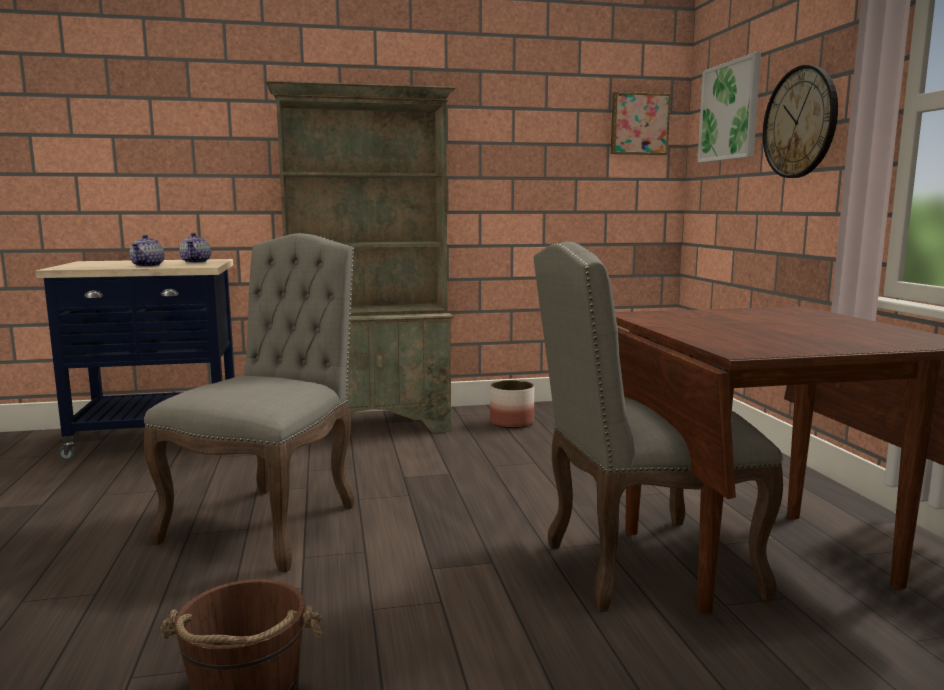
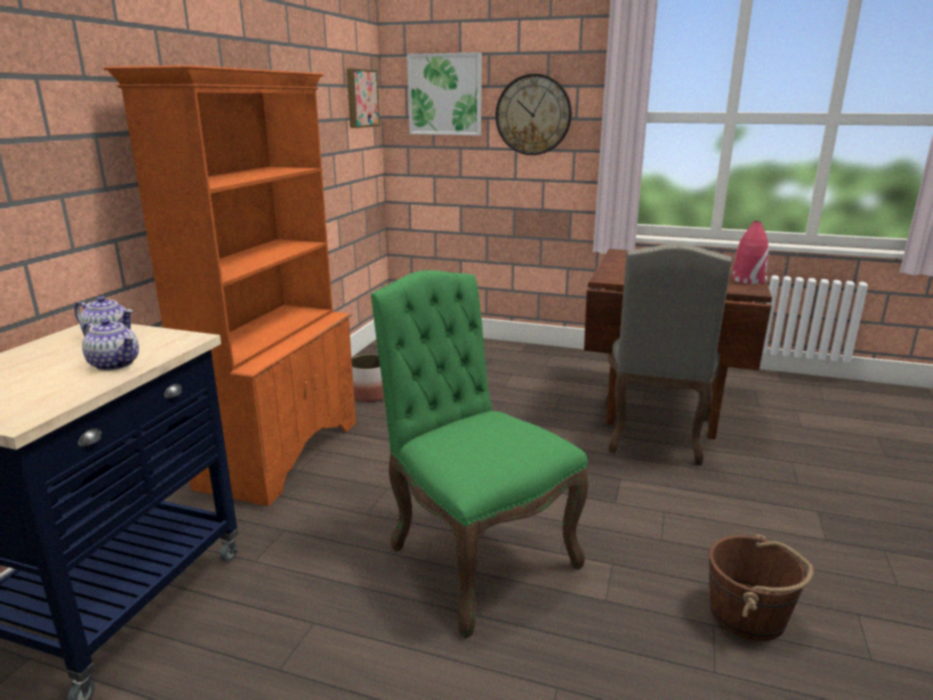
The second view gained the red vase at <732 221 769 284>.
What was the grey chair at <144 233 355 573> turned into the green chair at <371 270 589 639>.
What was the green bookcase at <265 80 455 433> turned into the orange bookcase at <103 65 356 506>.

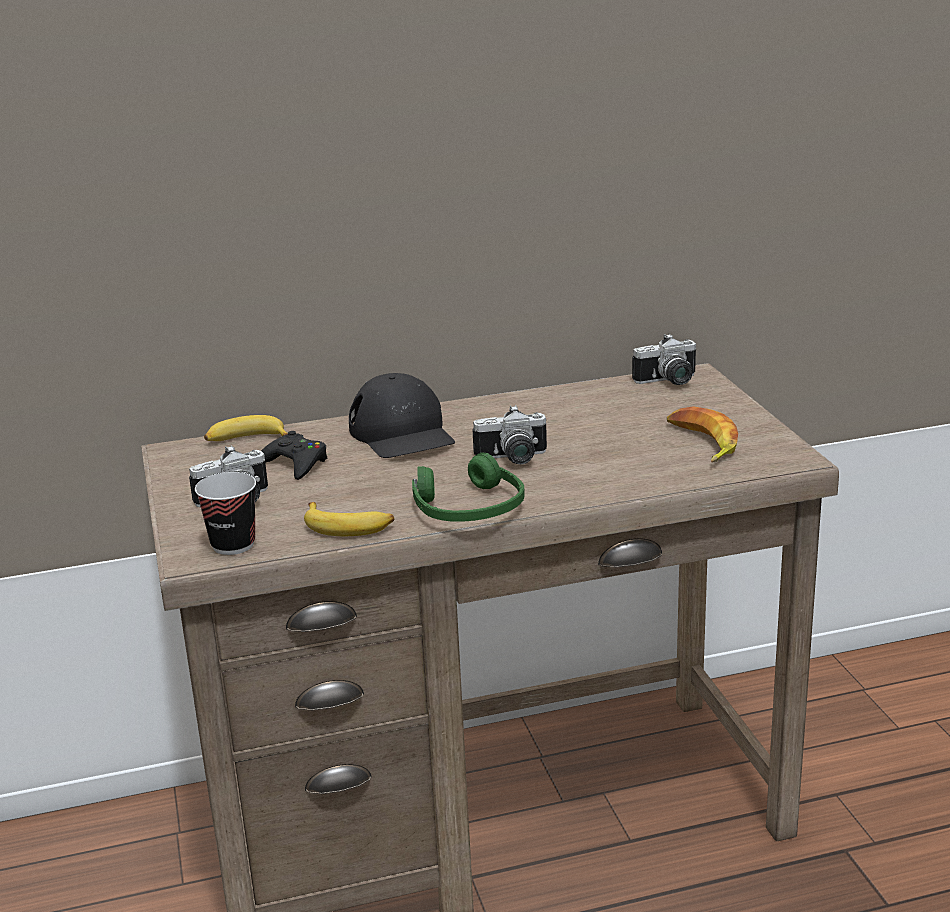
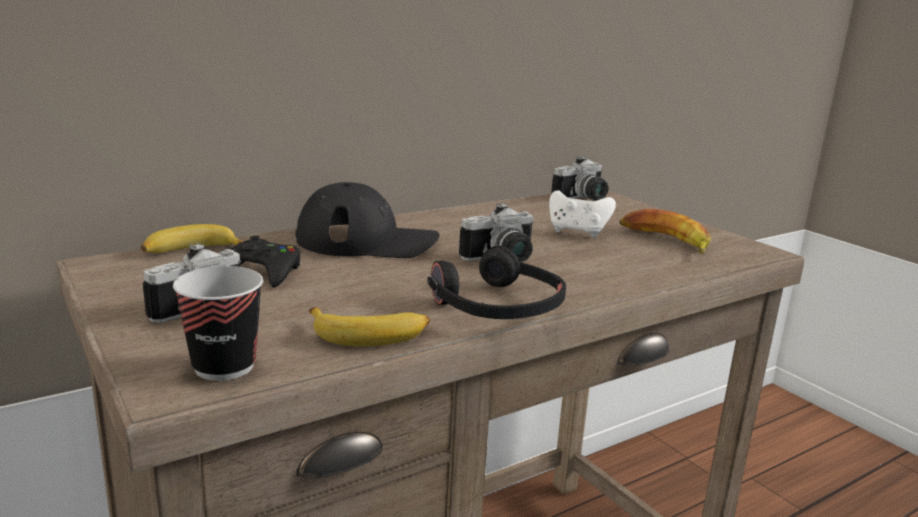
The second view gained the white game controller at <549 190 616 238>.
What was the green headphones at <412 452 525 522> turned into the black headphones at <427 246 566 319>.
The black cap at <349 373 455 458> ended up facing another way, 45 degrees counterclockwise from before.

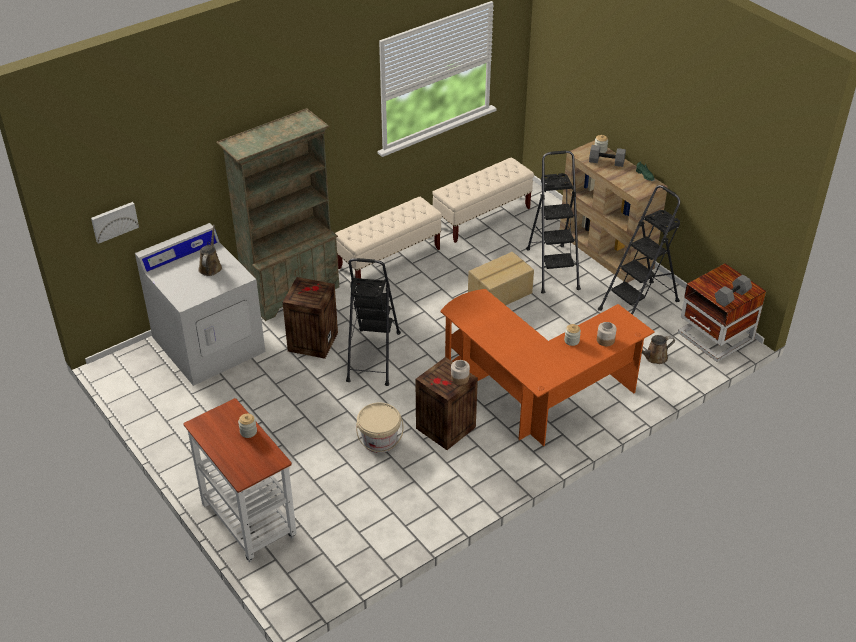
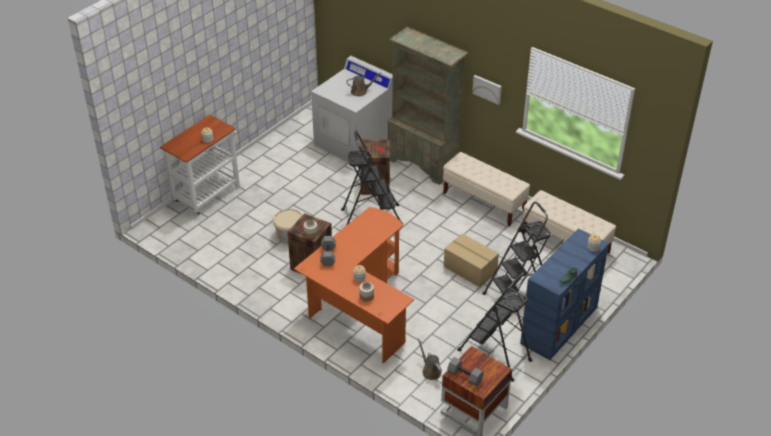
The picture ended up elsewhere, having gone from <91 202 139 244> to <472 75 502 105>.
The grey dumbbell ended up elsewhere, having gone from <589 145 626 167> to <320 236 336 266>.
What was the brown bookcase at <560 140 668 283> turned into the blue bookcase at <520 228 609 360>.

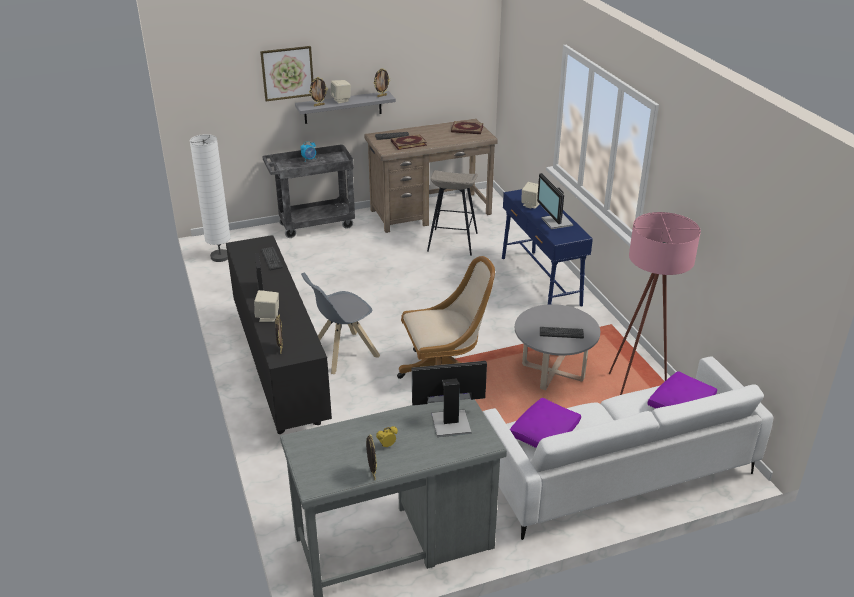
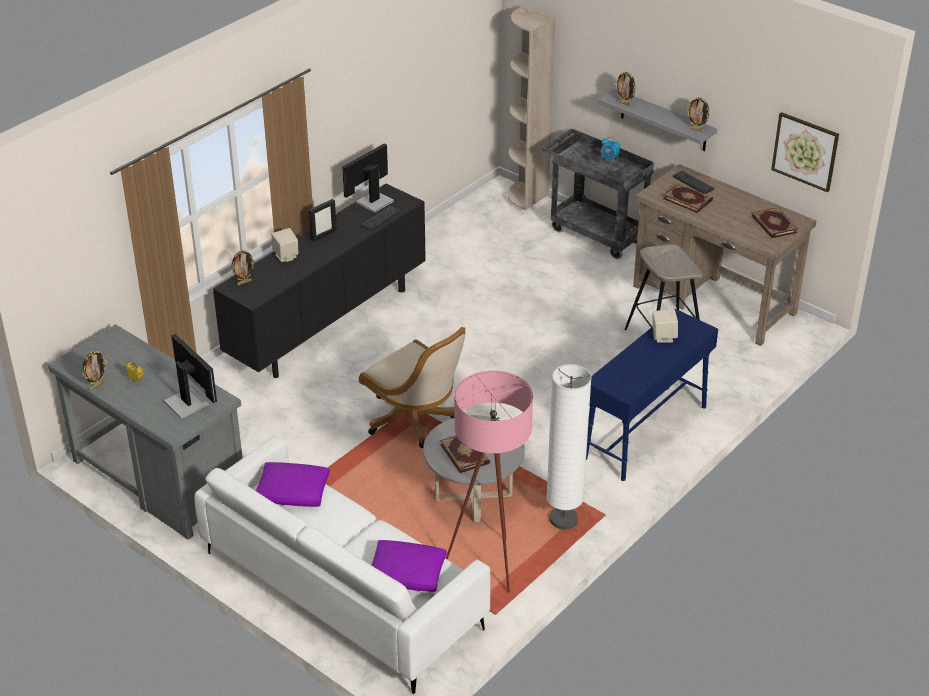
The second view lost the grey chair at <301 273 380 374>.
The second view lost the beige speaker at <331 80 351 104>.
The second view gained the beige bookcase at <508 5 556 211>.
The white floor lamp ended up elsewhere, having gone from <190 134 231 262> to <546 364 592 529>.
The picture ended up elsewhere, having gone from <260 46 313 101> to <771 112 839 192>.
The monitor ended up elsewhere, having gone from <537 173 573 229> to <342 143 394 213>.
Where the keyboard stood at <540 327 584 338>, the book came to stand at <440 436 490 473>.

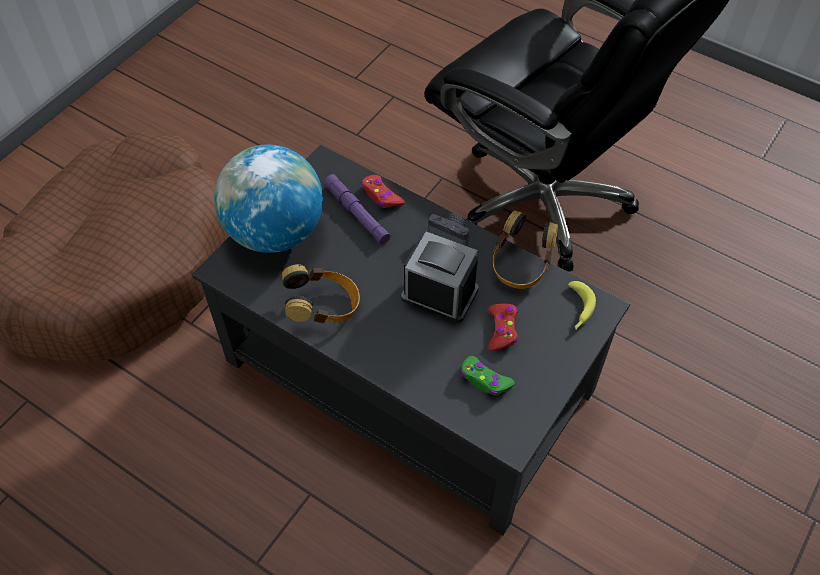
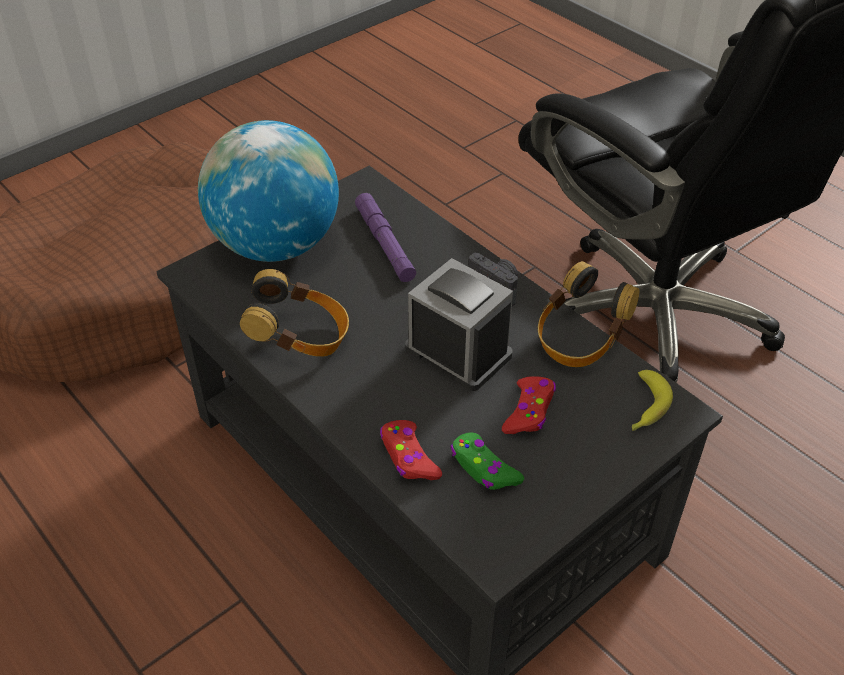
The red game controller ended up elsewhere, having gone from <361 175 405 208> to <380 420 442 480>.

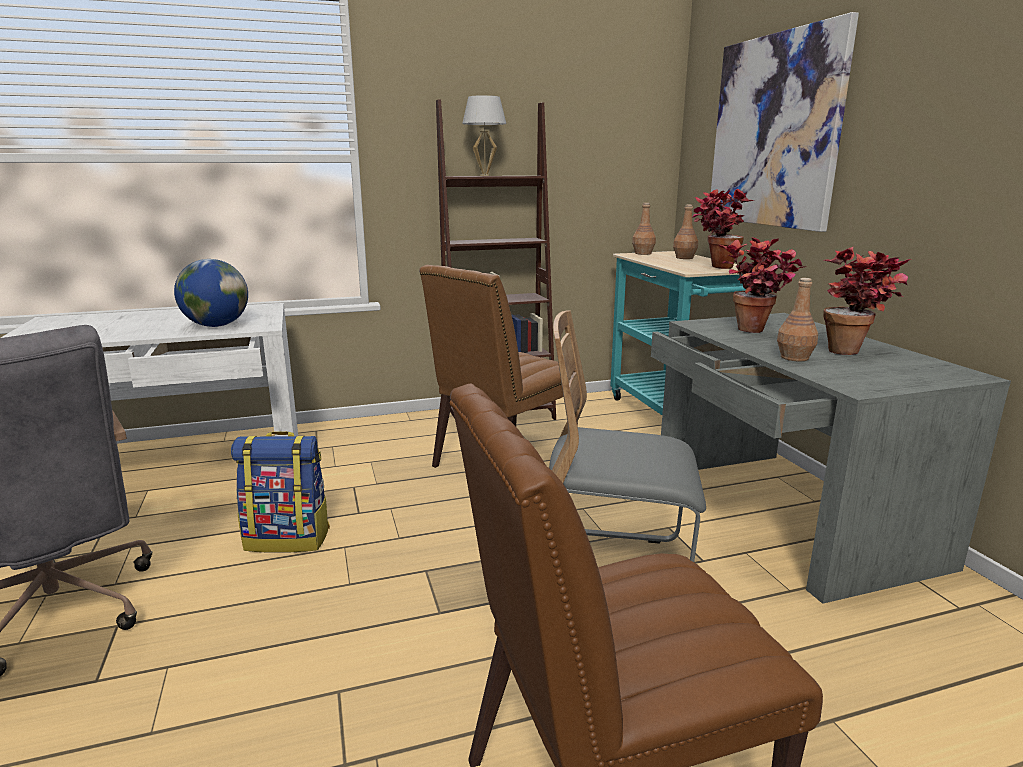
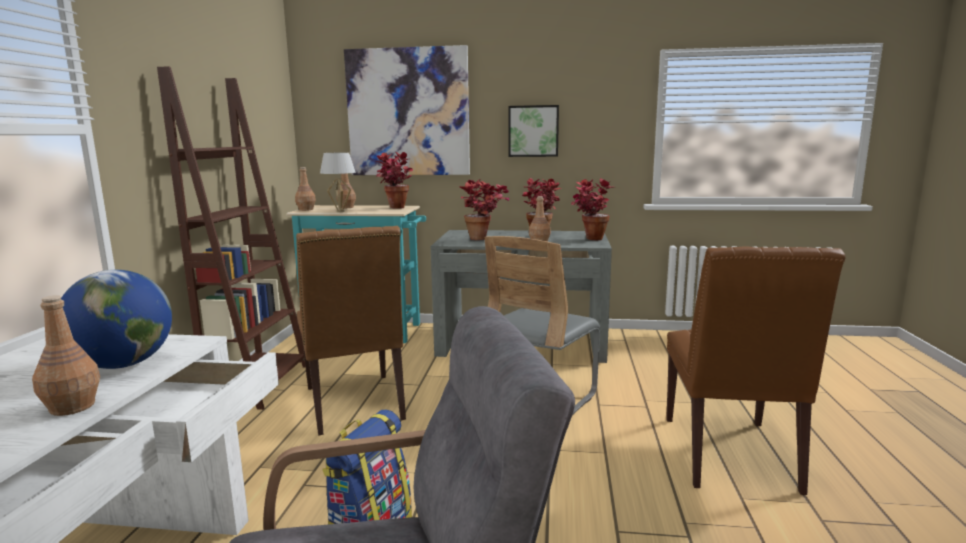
The second view gained the brown bottle at <32 295 100 416>.
The second view gained the picture at <508 105 559 157>.
The second view gained the potted plant at <571 178 614 240>.
The white table lamp ended up elsewhere, having gone from <462 95 506 176> to <320 152 356 212>.

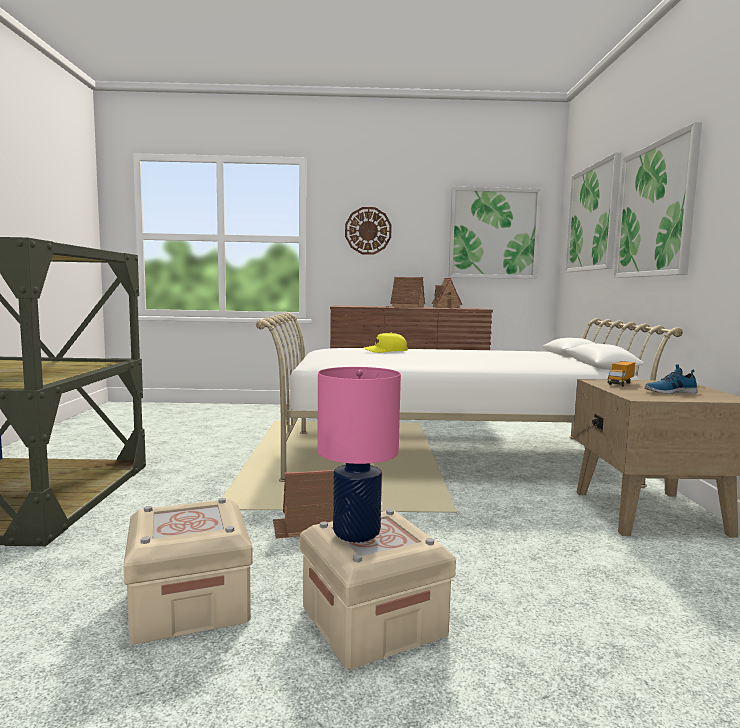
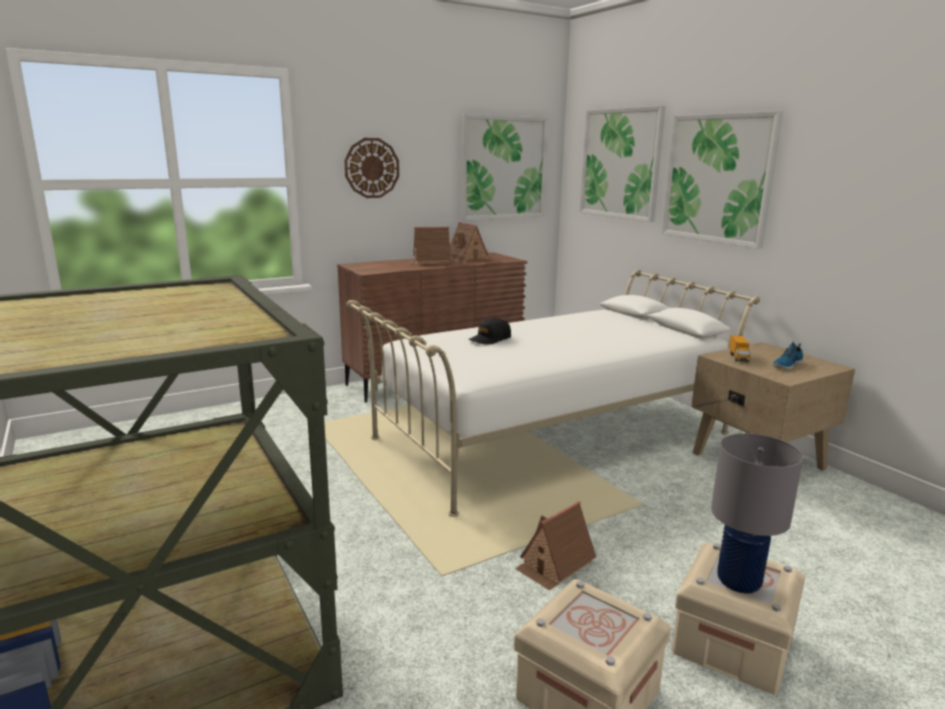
What was the pink table lamp at <317 367 401 543> turned into the grey table lamp at <711 433 803 593>.
What was the yellow cap at <364 332 408 353> turned into the black cap at <468 318 511 345>.

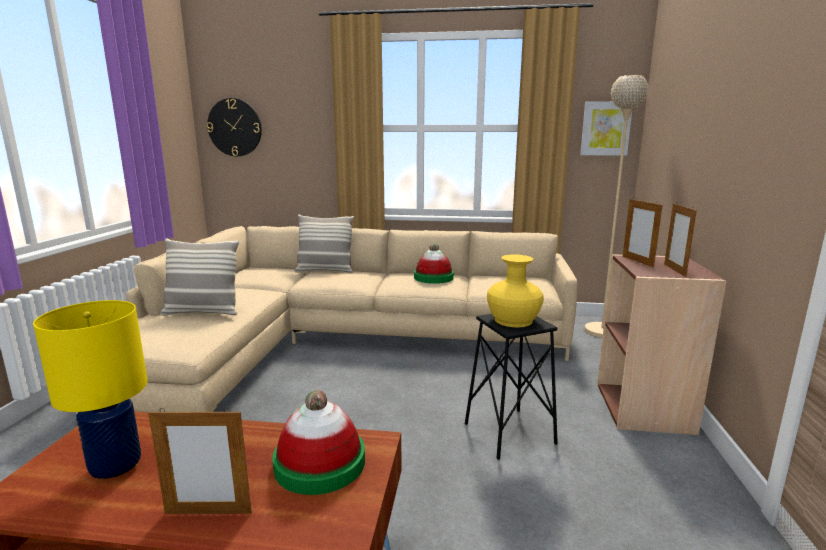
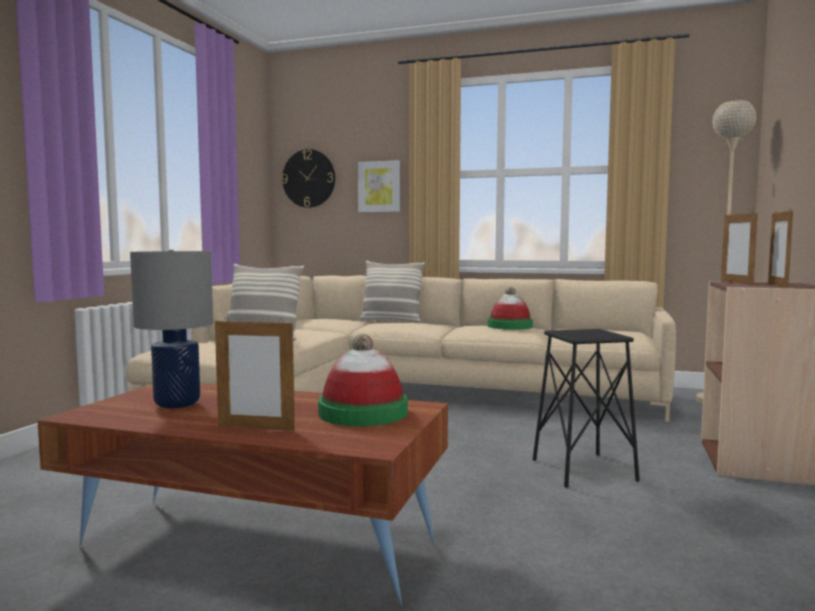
The second view lost the yellow vase at <487 254 544 327>.
The picture ended up elsewhere, having gone from <580 101 632 156> to <358 160 400 212>.
What was the yellow table lamp at <33 300 148 479> turned into the grey table lamp at <130 249 213 408>.

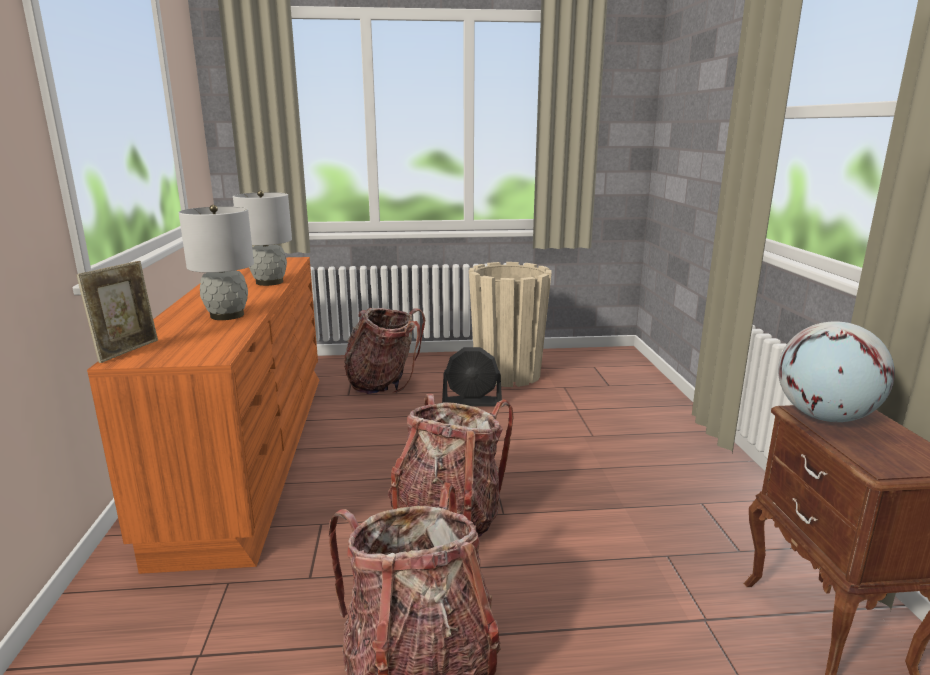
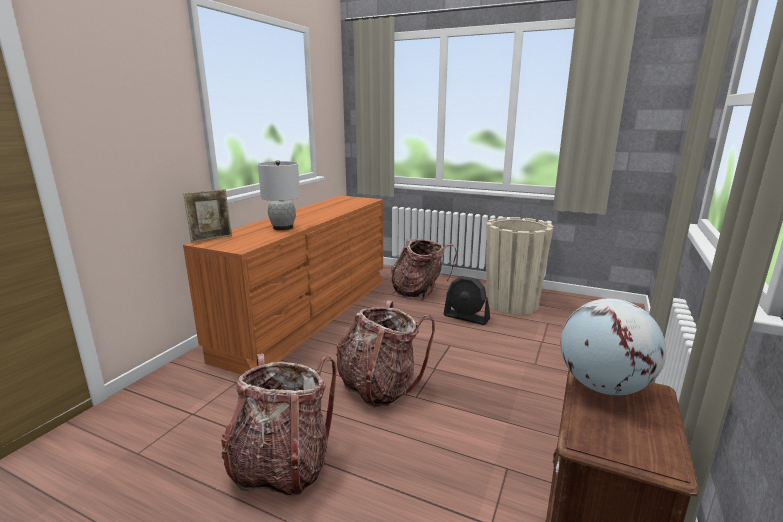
The second view lost the white table lamp at <233 190 292 286>.

